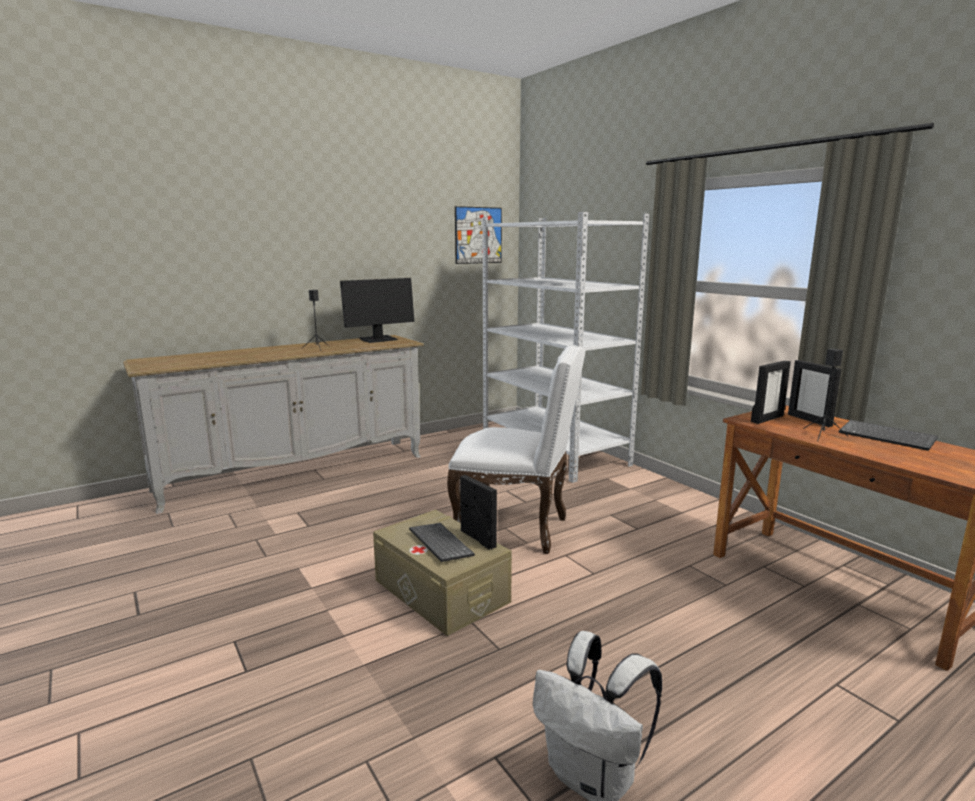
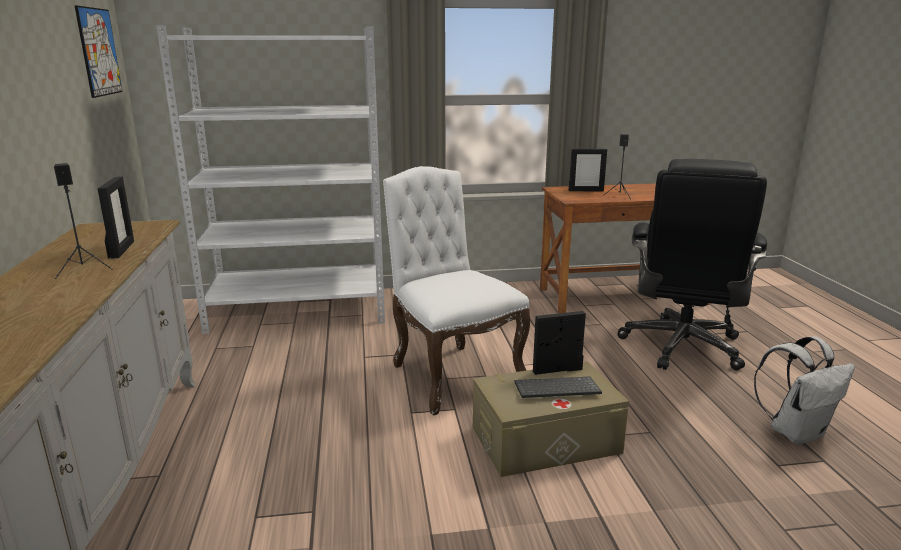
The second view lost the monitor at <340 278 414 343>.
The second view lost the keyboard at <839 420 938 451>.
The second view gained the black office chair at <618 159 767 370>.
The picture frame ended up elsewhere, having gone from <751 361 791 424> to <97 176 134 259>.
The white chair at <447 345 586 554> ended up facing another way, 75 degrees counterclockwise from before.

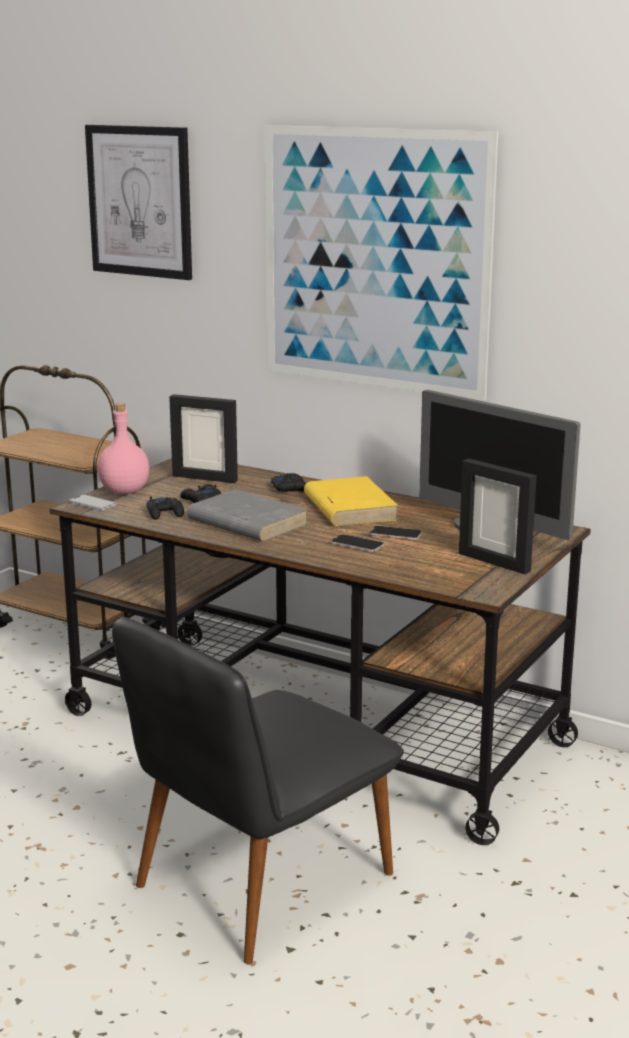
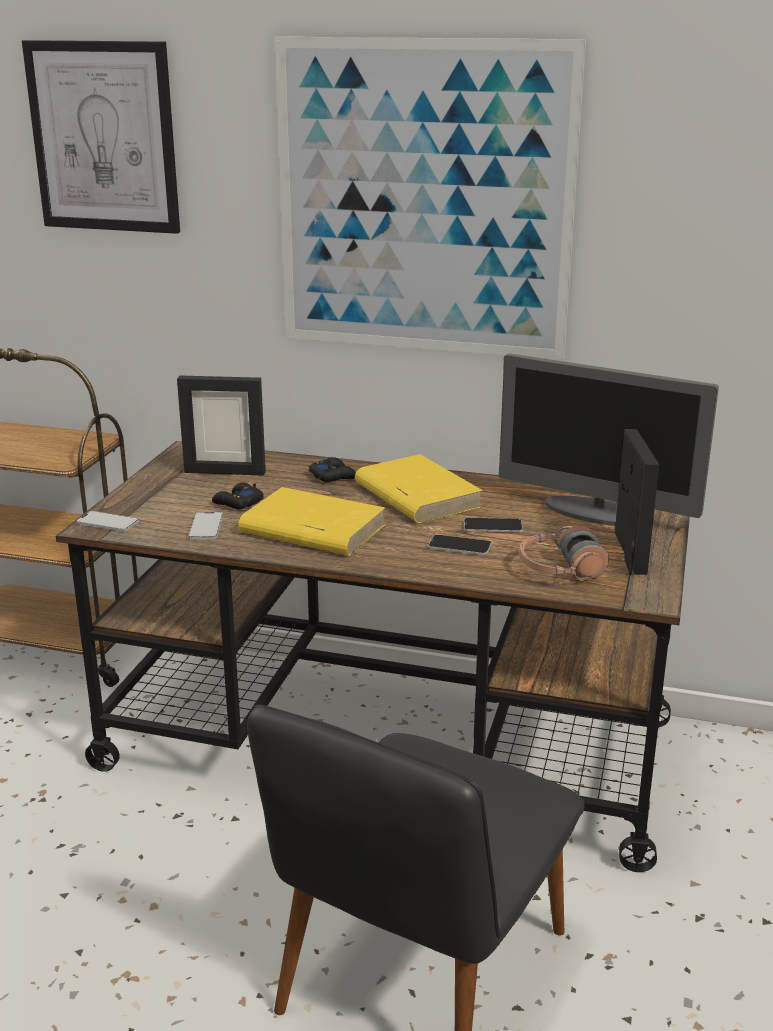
The second view lost the pink bottle at <98 403 149 494>.
The second view gained the headphones at <519 526 609 581>.
Where the black game controller stood at <146 496 184 520>, the phone came to stand at <188 512 223 539>.
What was the grey book at <187 489 308 542> turned into the yellow book at <238 487 386 556>.
The picture frame at <459 459 537 574> ended up facing another way, 120 degrees counterclockwise from before.

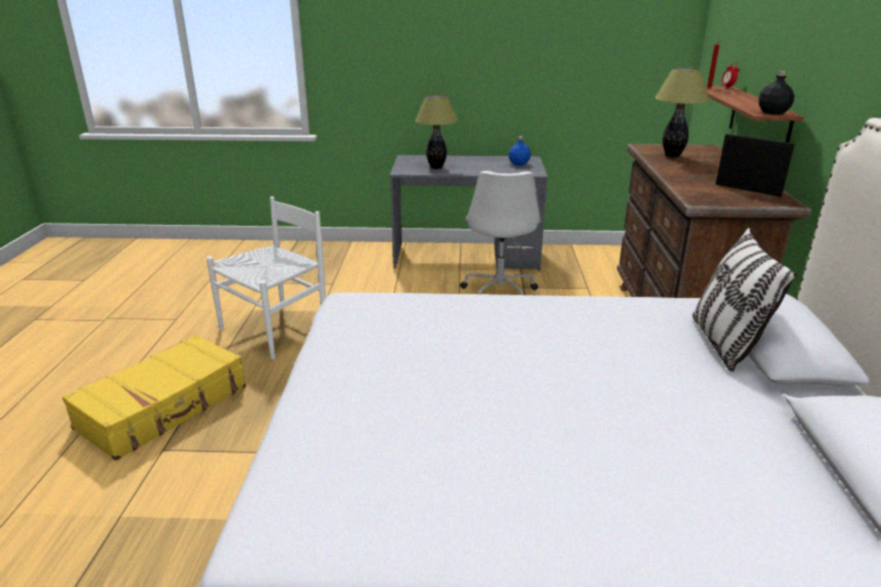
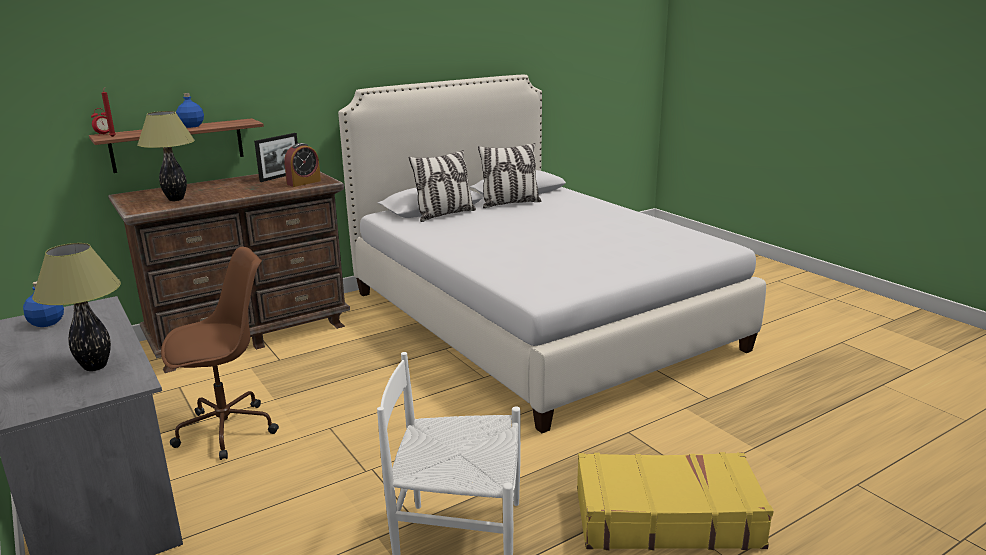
The second view lost the black bottle at <758 71 794 114>.
The second view gained the blue bottle at <176 93 204 128>.
The second view gained the alarm clock at <284 143 321 187>.
The second view gained the pillow at <478 143 541 208>.
What was the white office chair at <460 171 541 295> turned into the brown office chair at <161 247 279 460>.
The picture frame at <716 134 795 197> ended up facing another way, 150 degrees counterclockwise from before.

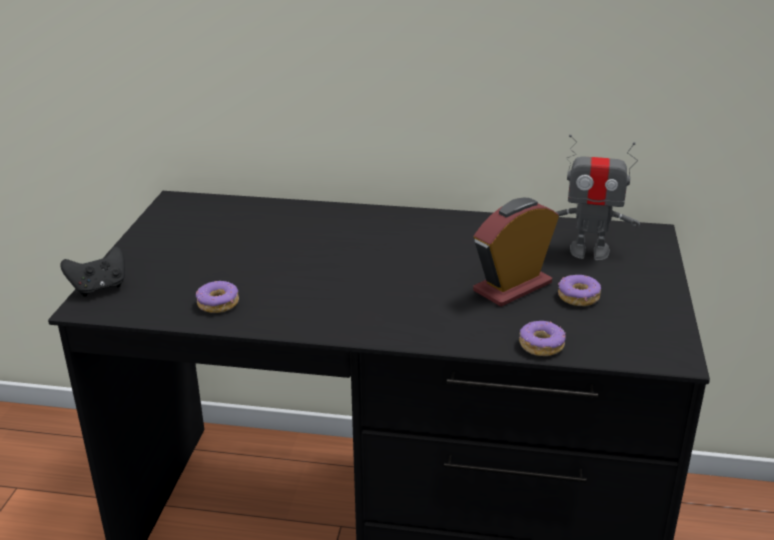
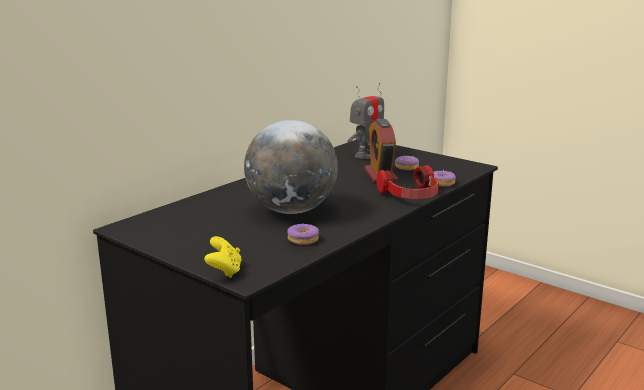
The second view gained the globe at <244 120 338 214>.
The second view gained the headphones at <376 165 439 199>.
What was the black game controller at <60 246 125 296> turned into the yellow game controller at <204 236 242 278>.

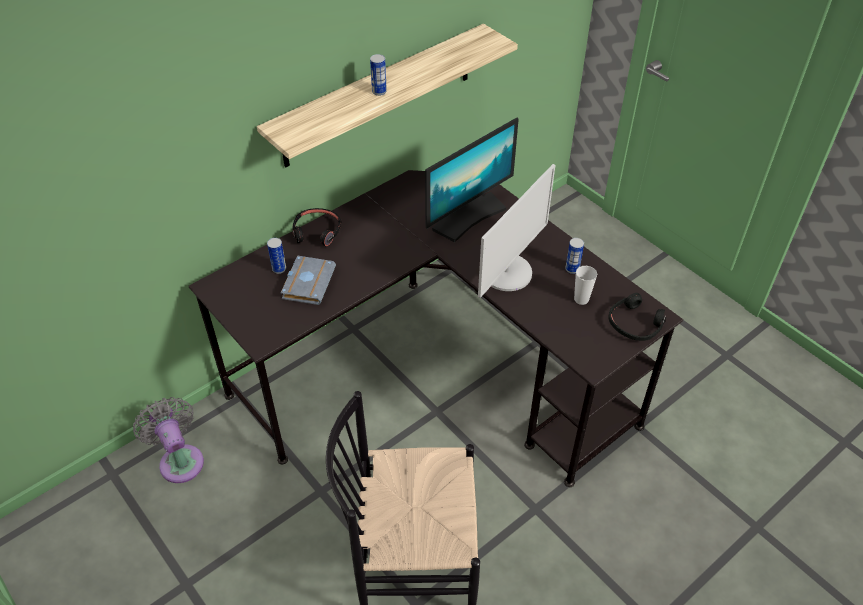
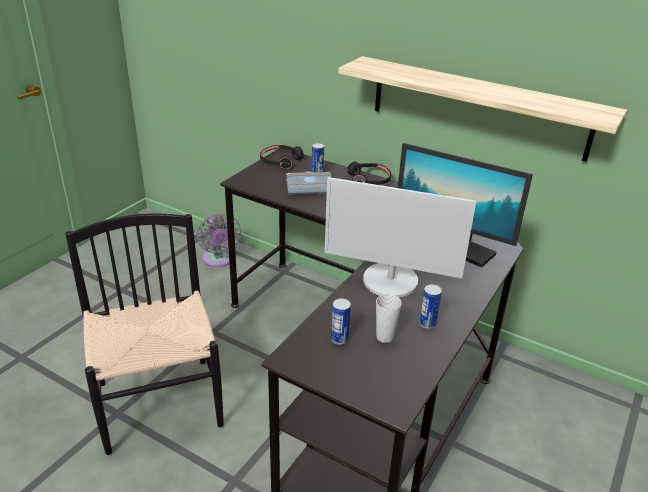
The can ended up elsewhere, having gone from <370 54 387 96> to <331 298 351 345>.
The black headphones ended up elsewhere, having gone from <608 293 666 341> to <260 145 304 170>.
The grey fan at <133 397 204 483> ended up facing another way, 120 degrees clockwise from before.

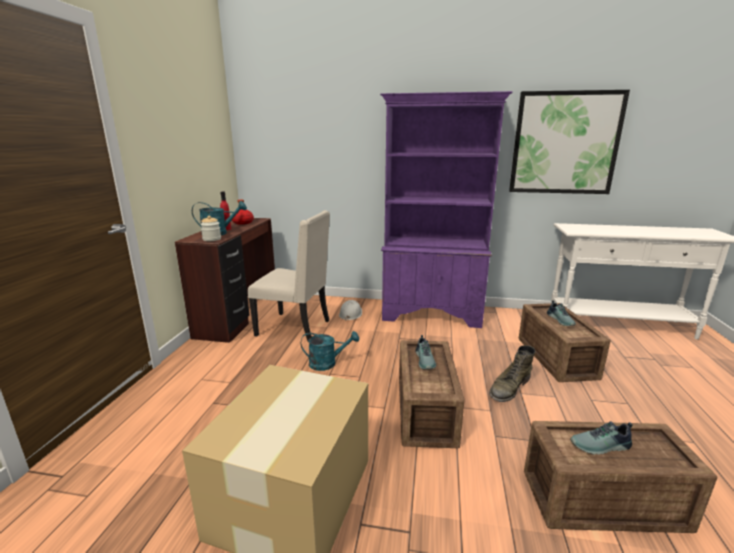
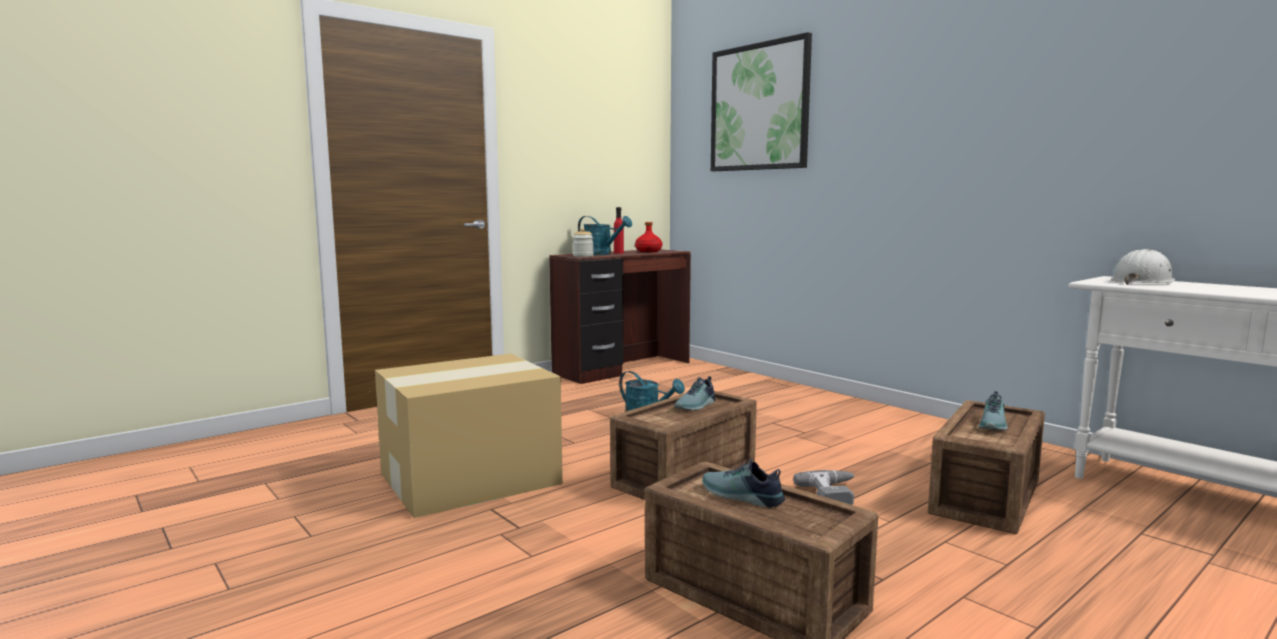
The second view lost the beige chair at <248 210 330 341>.
The second view lost the purple bookcase at <380 91 512 328>.
The white hard hat ended up elsewhere, having gone from <339 300 362 321> to <1111 249 1175 285>.
The picture ended up elsewhere, having gone from <509 90 630 194> to <711 32 812 171>.
Where the green boot stood at <489 345 536 402>, the power drill came to stand at <793 470 855 505>.

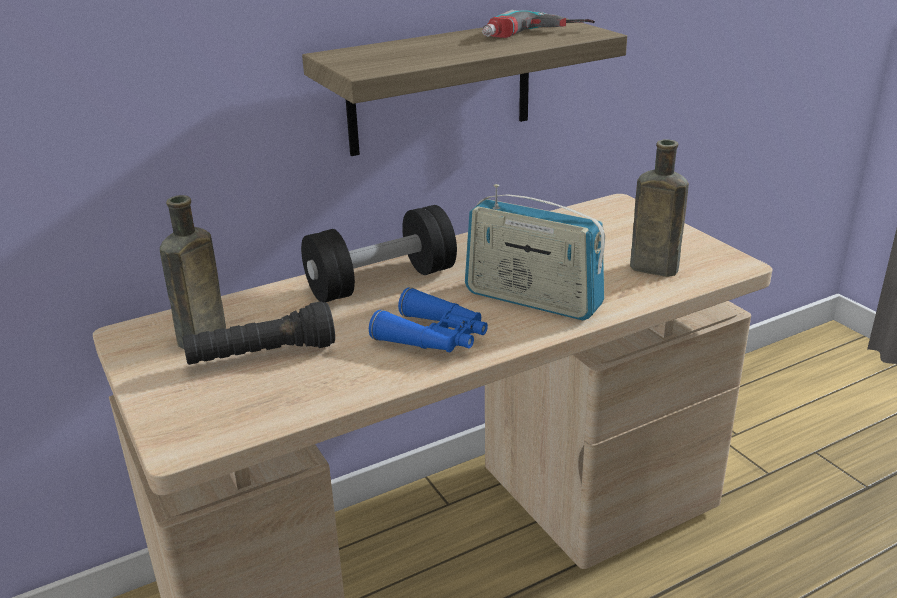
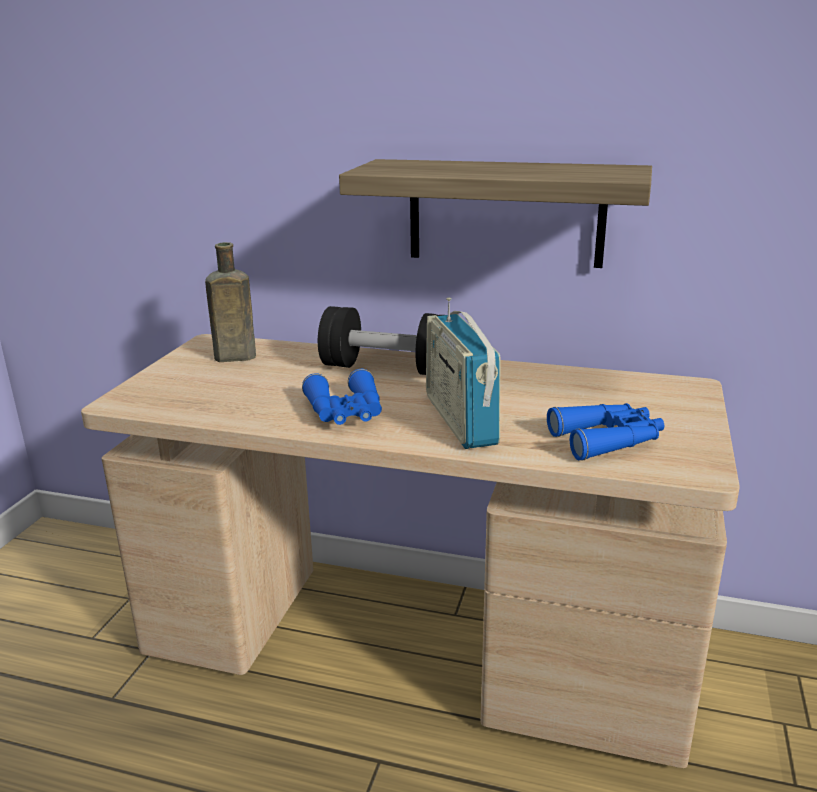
The second view lost the black flashlight at <182 301 335 365>.
The second view lost the power drill at <482 10 595 38>.
Where the brown bottle stood at <630 139 689 277>, the blue binoculars came to stand at <547 403 664 460>.

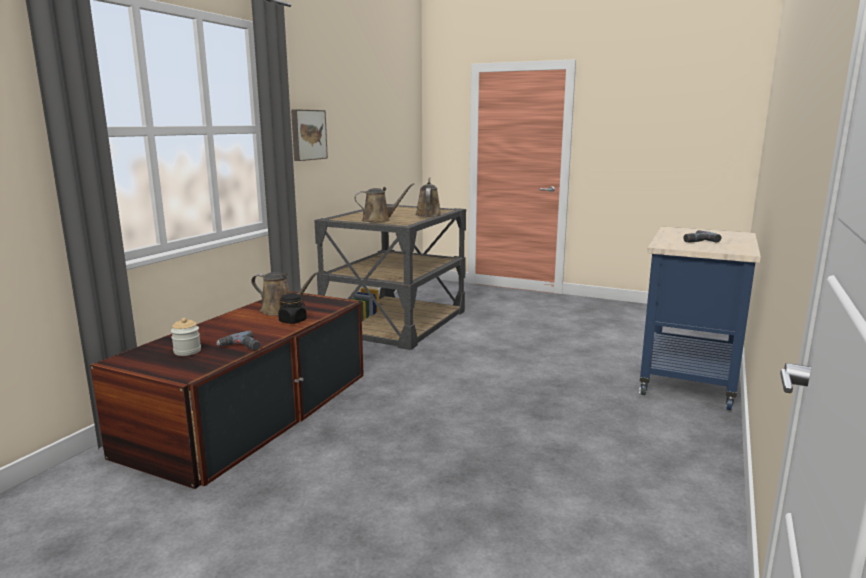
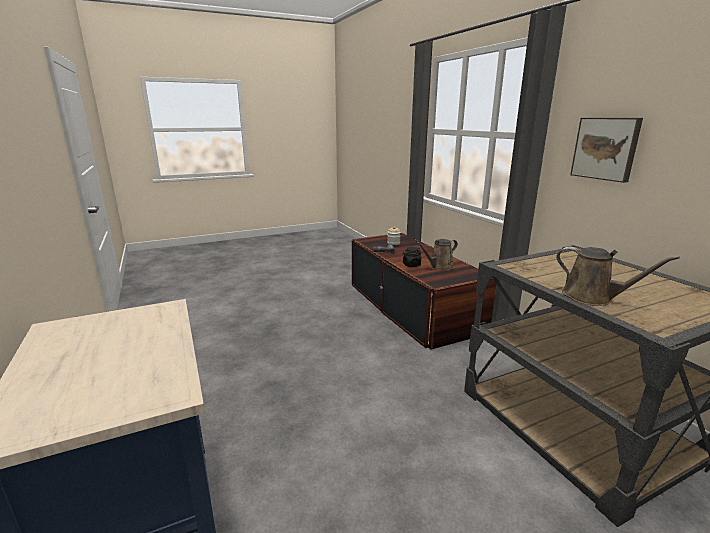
The second view lost the brown watering can at <354 183 414 223>.
The second view lost the power drill at <683 230 721 243>.

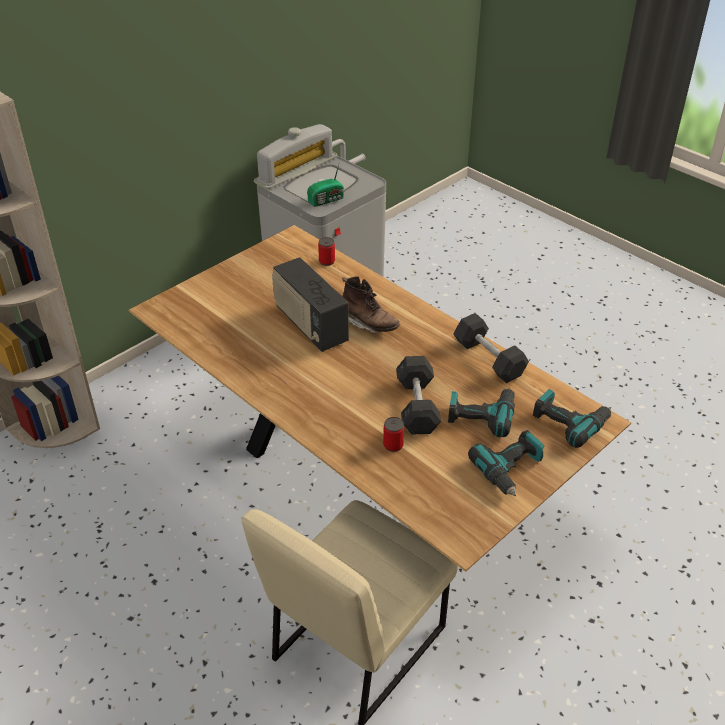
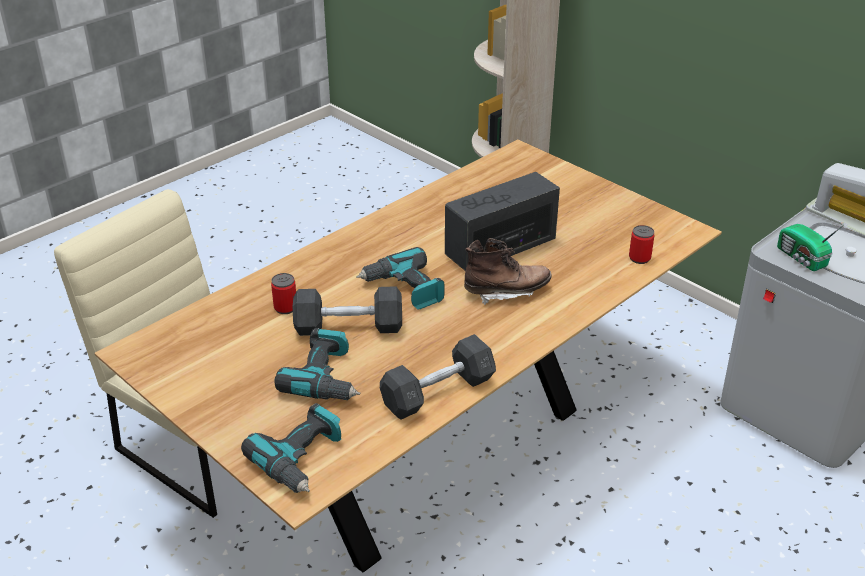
The power drill ended up elsewhere, having gone from <468 430 544 496> to <356 247 445 310>.
The brown boot at <342 276 400 333> ended up facing another way, 135 degrees counterclockwise from before.

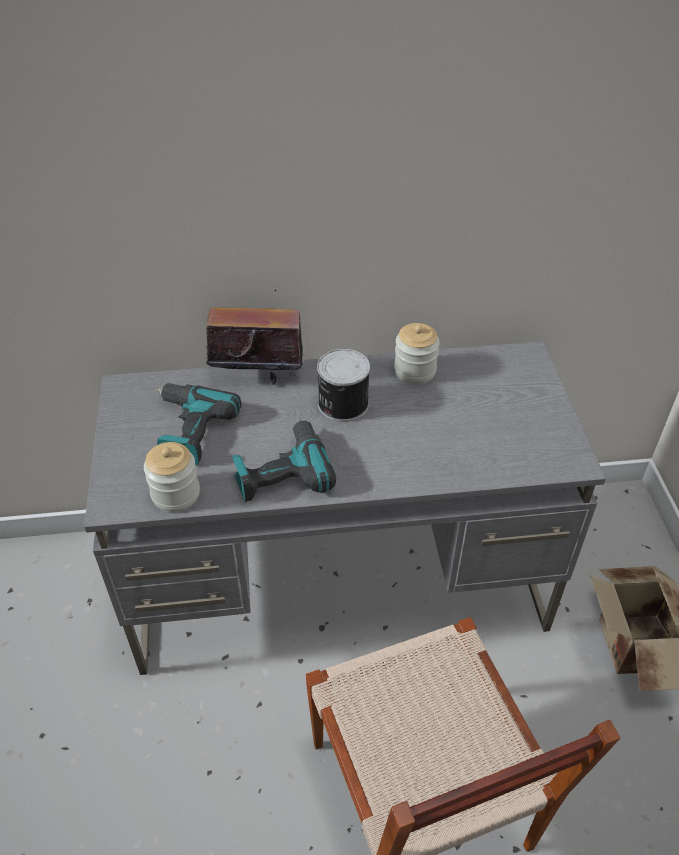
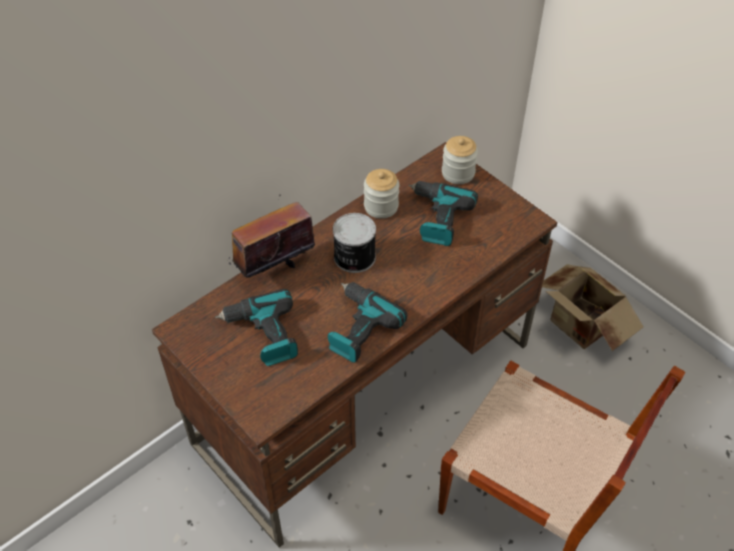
The second view gained the power drill at <409 181 478 246>.
The jar ended up elsewhere, having gone from <144 442 200 512> to <442 136 478 184>.
What was the grey desk at <84 341 606 675> turned into the brown desk at <152 142 557 548>.

